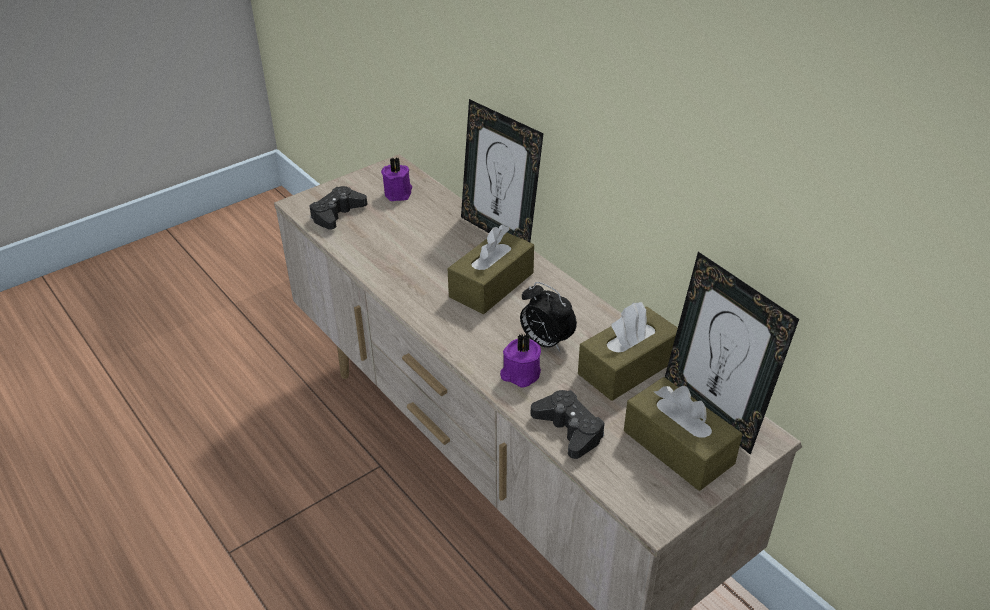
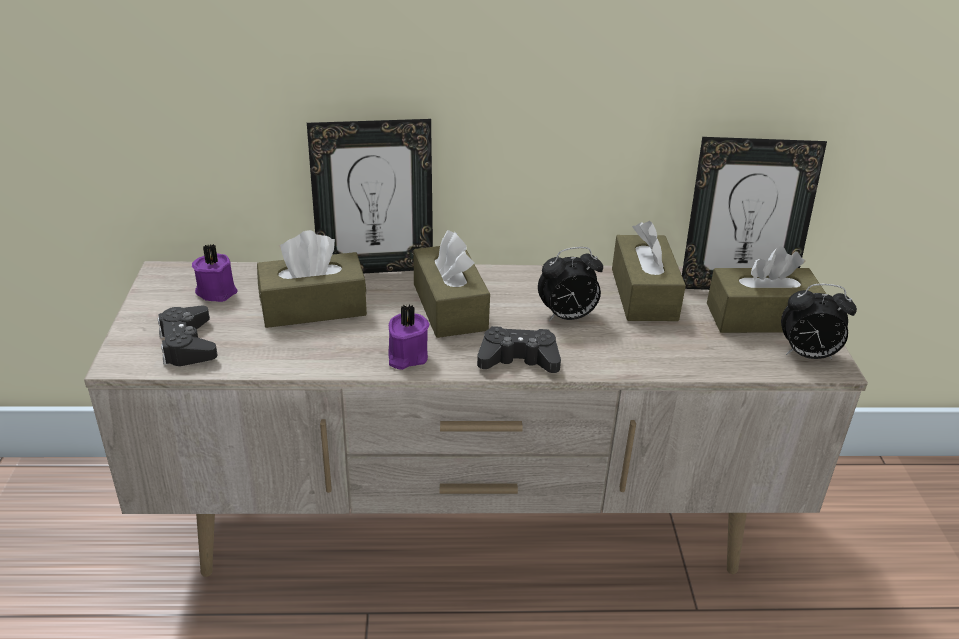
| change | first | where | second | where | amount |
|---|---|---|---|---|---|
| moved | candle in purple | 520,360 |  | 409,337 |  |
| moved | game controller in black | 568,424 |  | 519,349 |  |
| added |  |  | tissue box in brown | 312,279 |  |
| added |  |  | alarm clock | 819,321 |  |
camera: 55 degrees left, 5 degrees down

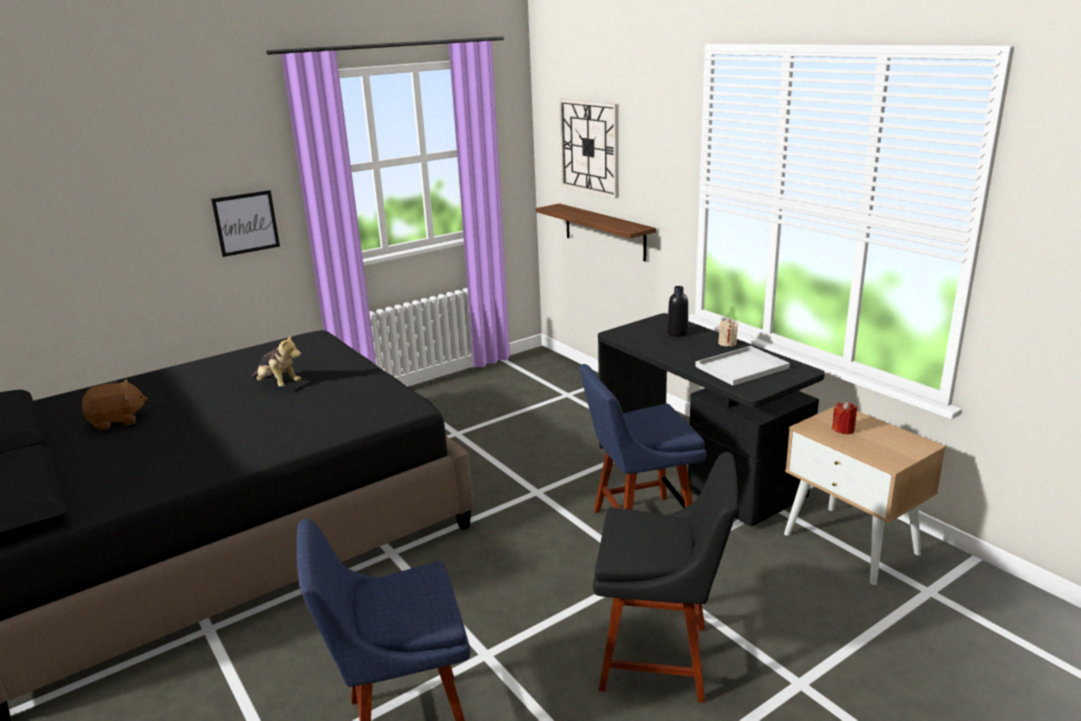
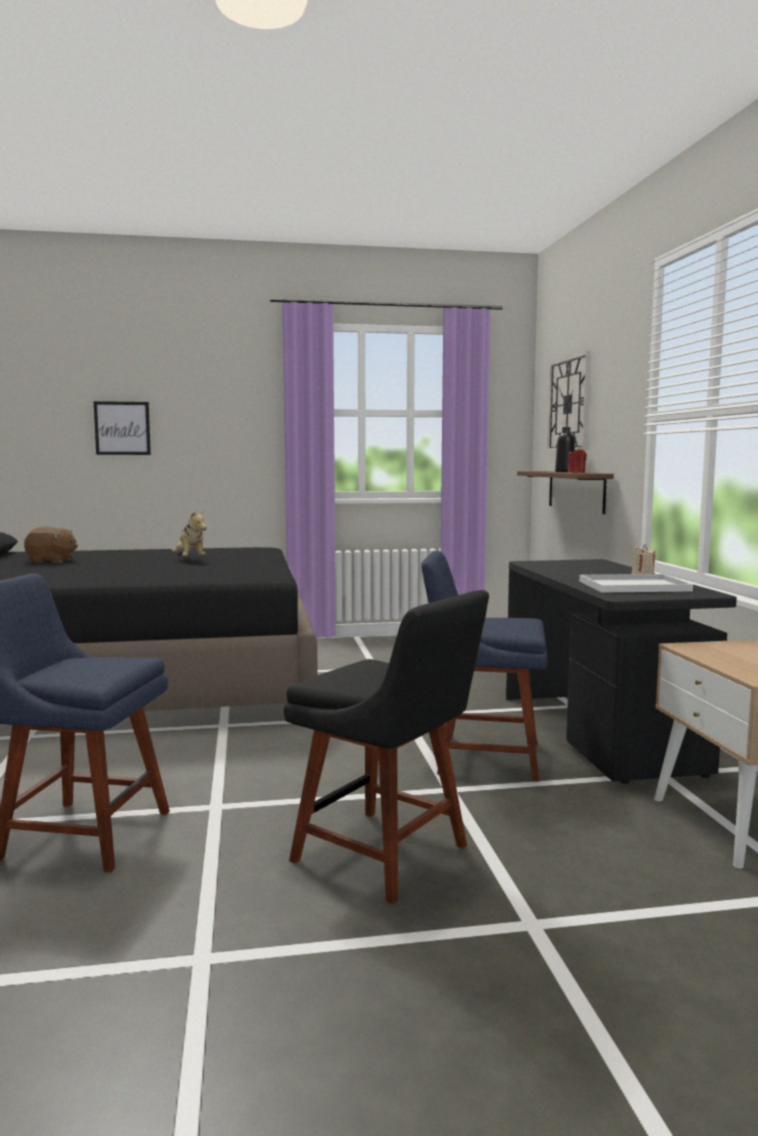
| change | first | where | second | where | amount |
|---|---|---|---|---|---|
| moved | picture | 245,223 |  | 122,428 |  |
| moved | bottle in black | 677,311 |  | 565,449 |  |
| moved | candle in red | 844,418 |  | 577,460 |  |
camera: 25 degrees right, 15 degrees down

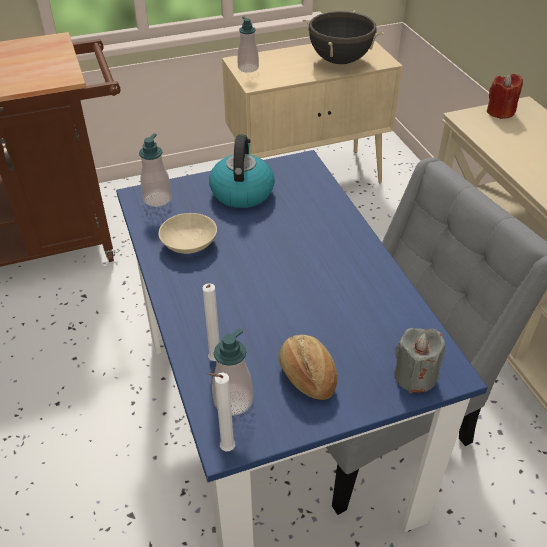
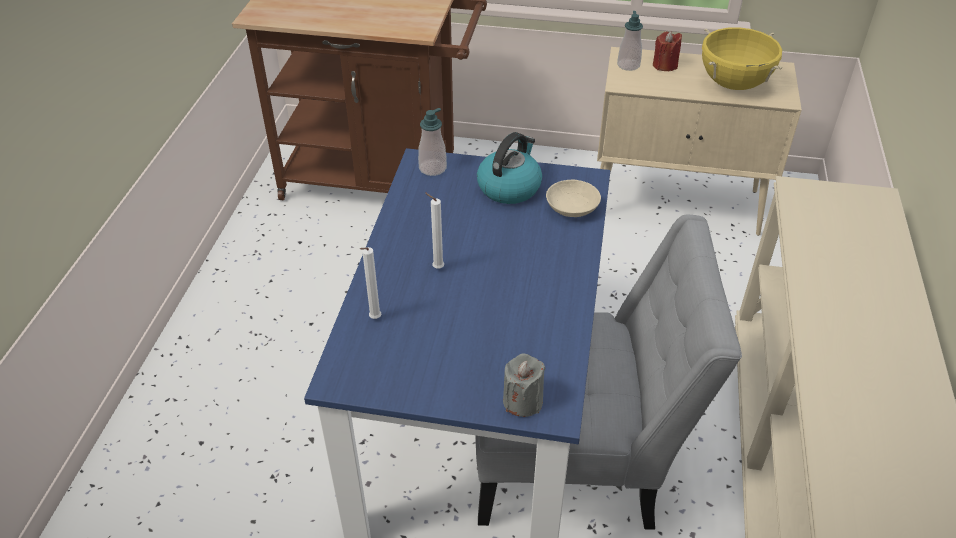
| change | first | where | second | where | amount |
|---|---|---|---|---|---|
| moved | bowl in beige | 188,233 |  | 573,198 |  |
| moved | candle in white | 221,412 |  | 434,230 |  |
| removed | soap dispenser | 232,372 |  |  |  |
| removed | bread | 308,367 |  |  |  |
| recoloured | cooking pot in black | 343,37 | cooking pot in yellow | 742,58 |  |
| moved | candle in red | 505,96 |  | 667,51 |  |
camera: 30 degrees right, 0 degrees up

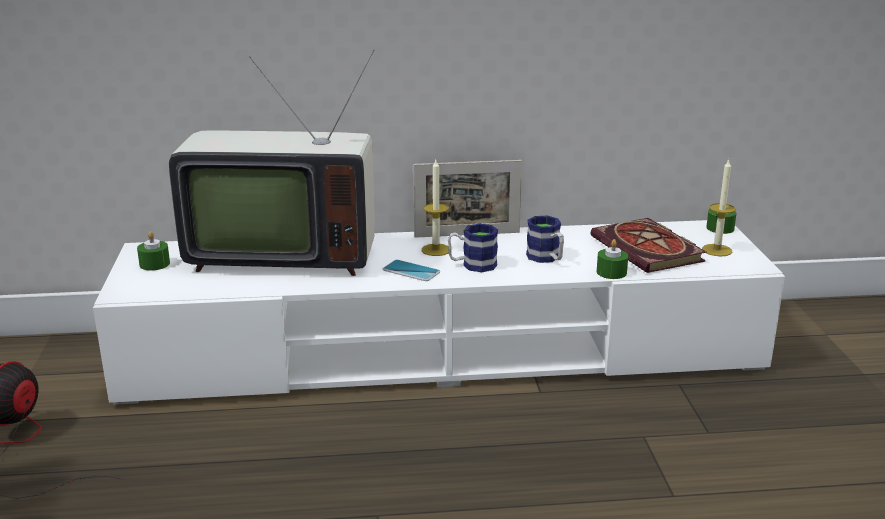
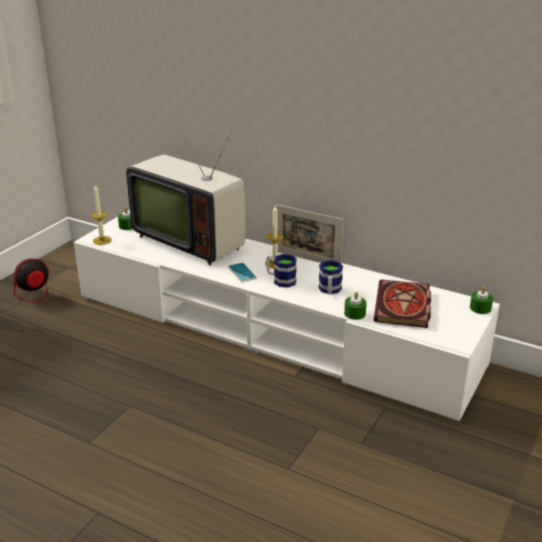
| change | first | where | second | where | amount |
|---|---|---|---|---|---|
| moved | candle | 719,207 |  | 101,215 |  |
camera: 35 degrees right, 5 degrees up

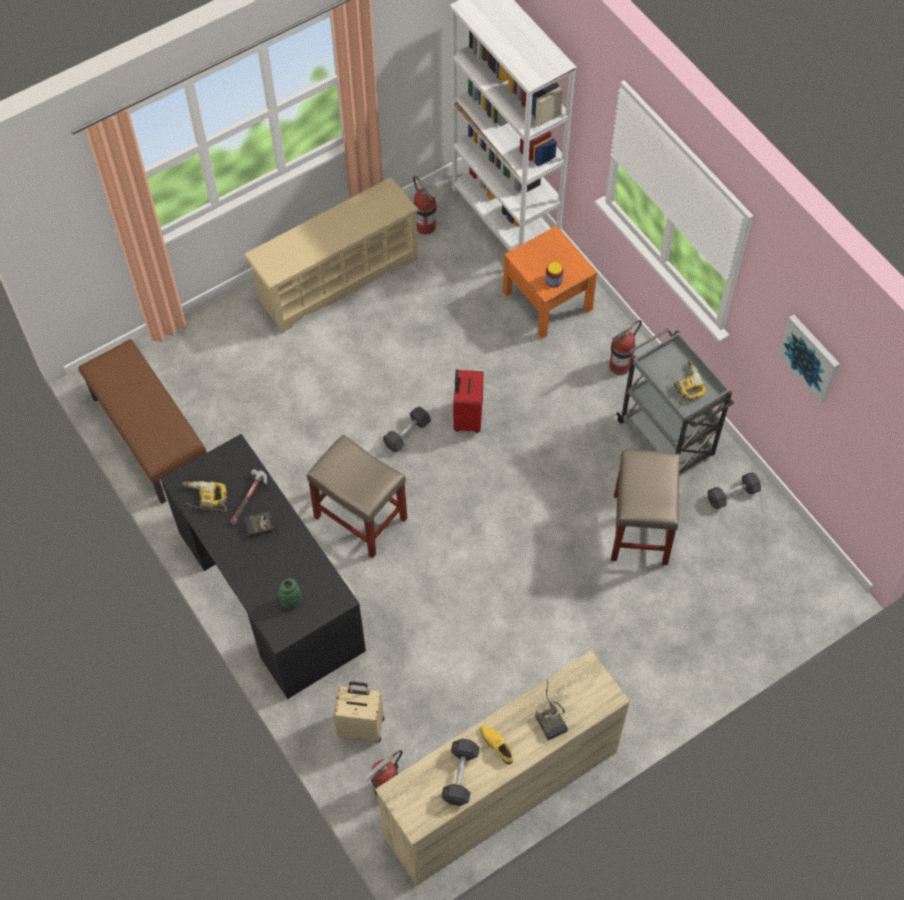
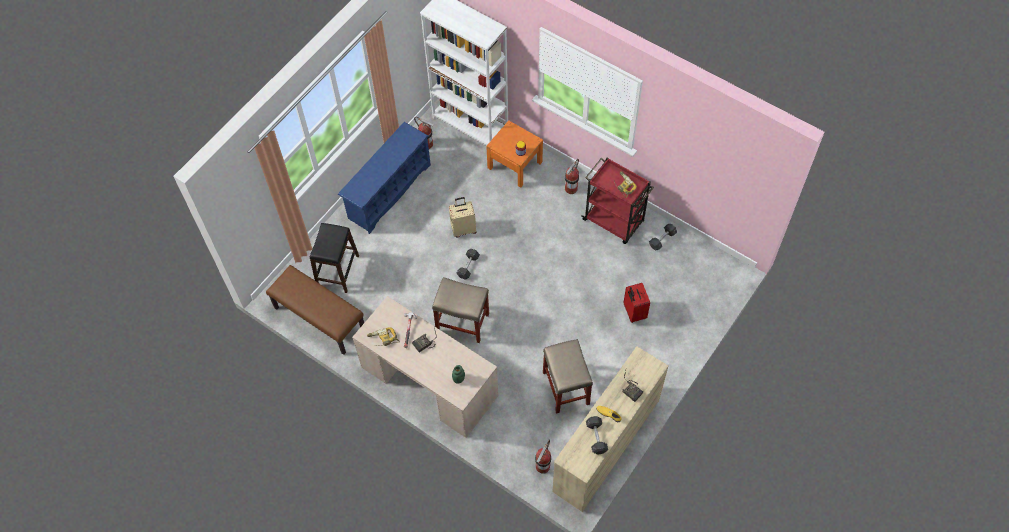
| change | first | where | second | where | amount |
|---|---|---|---|---|---|
| recoloured | desk in black | 263,566 | desk in beige | 425,367 |  |
| recoloured | shoe rack in beige | 331,255 | shoe rack in blue | 384,178 |  |
| moved | suitcase in beige | 358,712 |  | 463,217 |  |
| moved | suitcase in red | 468,401 |  | 636,303 |  |
| moved | stool in beige | 645,507 |  | 568,376 |  |
| recoloured | cart in grey | 675,401 | cart in red | 617,200 |  |
| removed | picture | 808,359 |  |  |  |
| added |  |  | stool in black | 334,258 |  |
camera: 20 degrees left, 0 degrees up

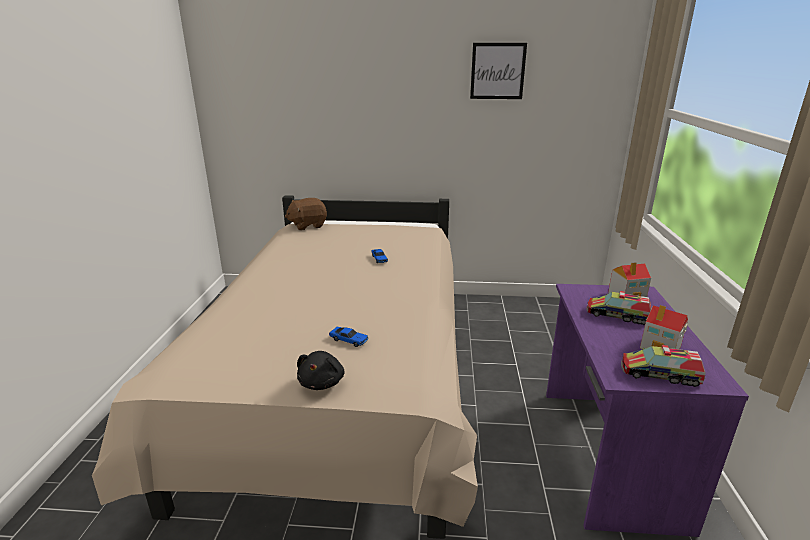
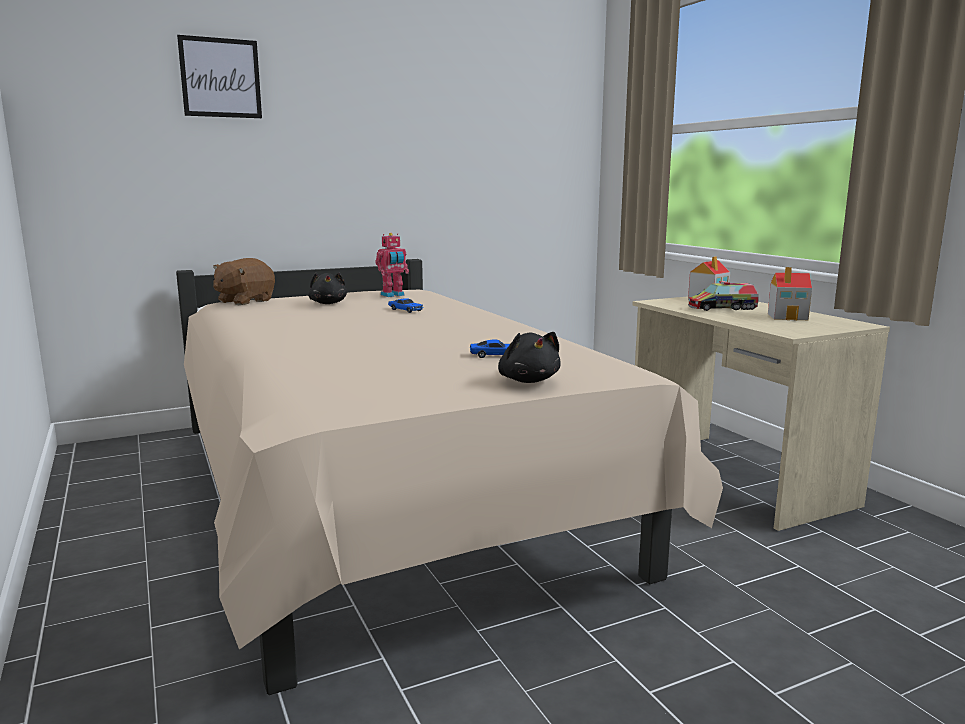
| change | first | where | second | where | amount |
|---|---|---|---|---|---|
| moved | picture | 498,71 |  | 219,76 |  |
| recoloured | desk in purple | 647,410 | desk in beige | 761,413 |  |
| removed | toy truck | 663,366 |  |  |  |
| added |  |  | plush toy in black | 327,288 |  |
| added |  |  | toy robot | 392,265 |  |
camera: 30 degrees left, 10 degrees down

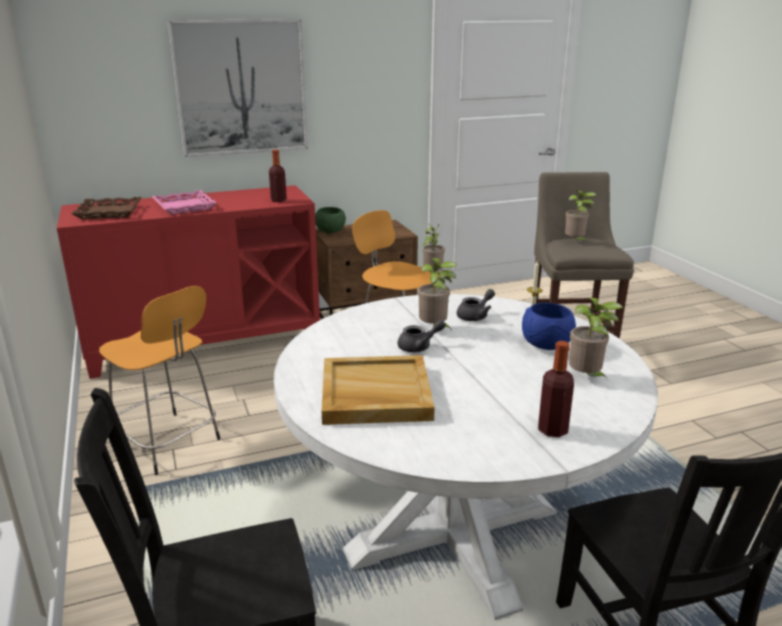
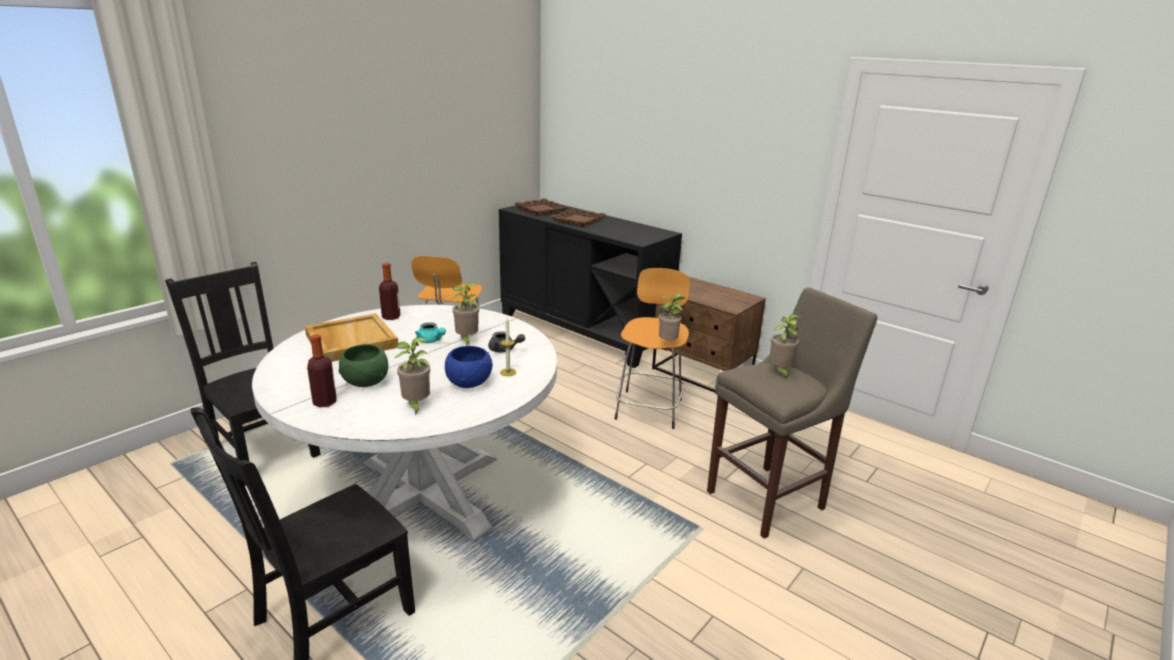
| change | first | where | second | where | amount |
|---|---|---|---|---|---|
| recoloured | cabinet in red | 188,282 | cabinet in black | 590,284 |  |
| recoloured | tray in pink | 185,202 | tray in brown | 578,217 |  |
| removed | picture | 238,88 |  |  |  |
| moved | bottle | 278,175 |  | 389,291 |  |
| moved | bowl in green | 330,220 |  | 363,365 |  |
| recoloured | teapot in grey | 422,336 | teapot in turquoise | 430,332 |  |
camera: 60 degrees right, 0 degrees up

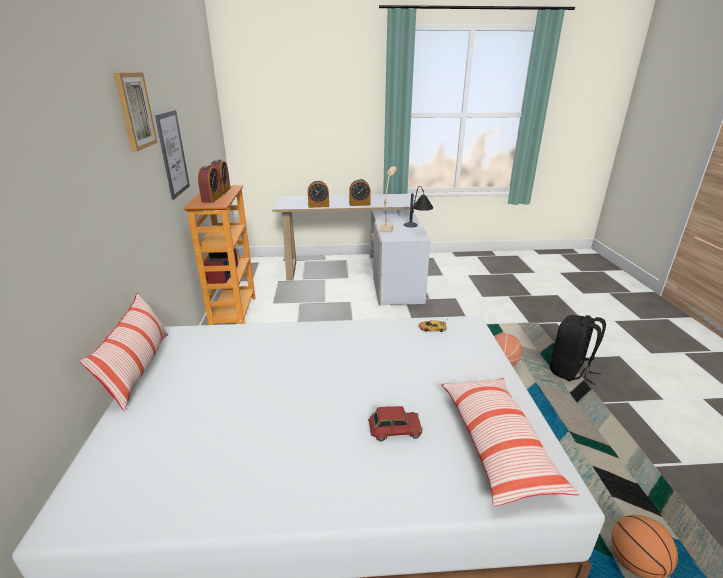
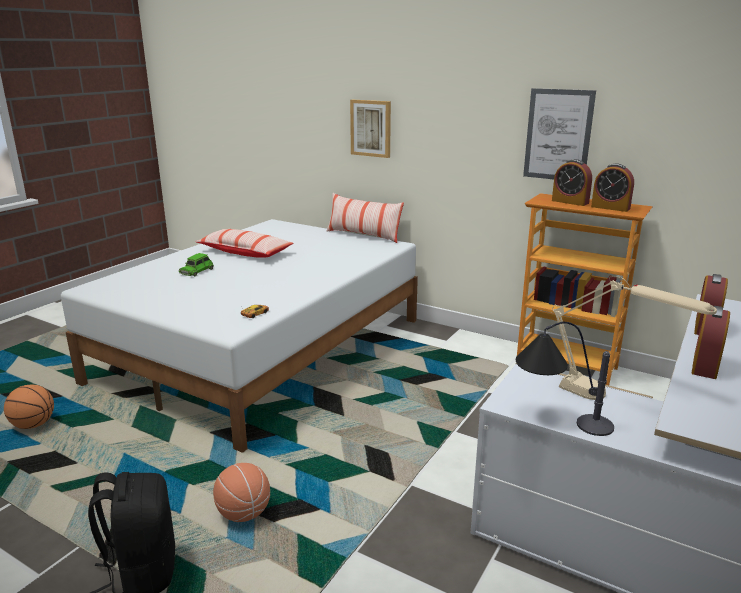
| change | first | where | second | where | amount |
|---|---|---|---|---|---|
| moved | picture | 135,112 |  | 370,129 |  |
| recoloured | toy car in red | 395,423 | toy car in green | 196,264 |  |
| moved | pillow | 510,442 |  | 244,243 |  |
camera: 125 degrees right, 5 degrees down

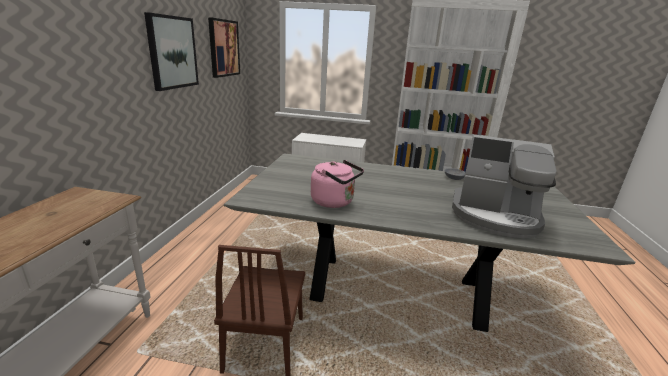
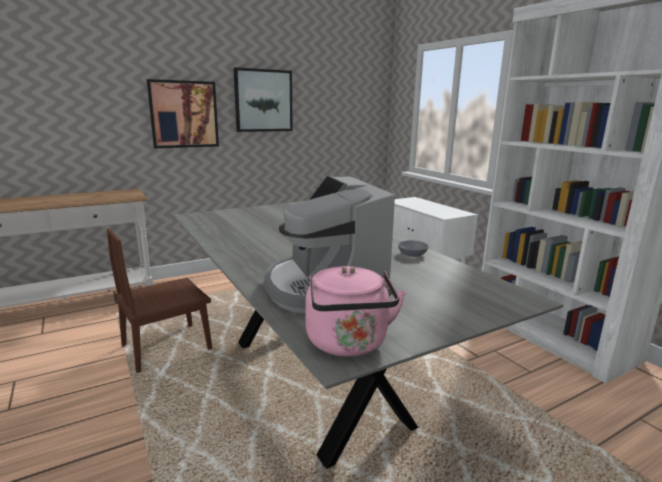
| change | first | where | second | where | amount |
|---|---|---|---|---|---|
| moved | picture | 224,47 |  | 182,113 |  |
| moved | kettle in pink | 337,184 |  | 356,311 |  |
camera: 50 degrees right, 5 degrees down

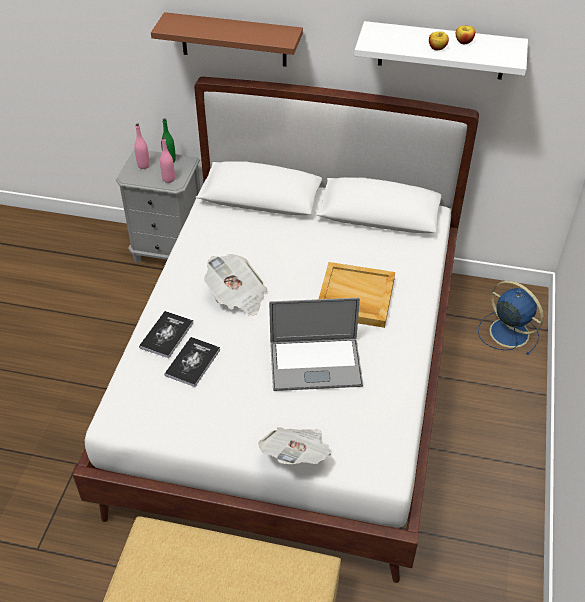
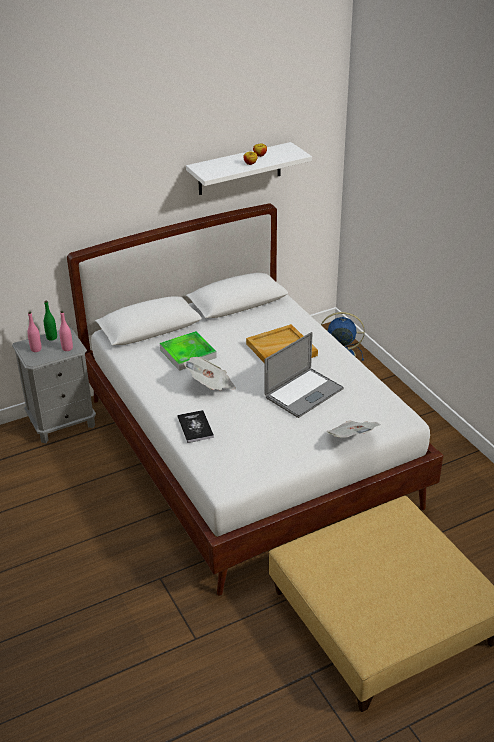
| change | first | where | second | where | amount |
|---|---|---|---|---|---|
| removed | shelf in brown | 227,39 |  |  |  |
| removed | book | 192,362 |  |  |  |
| added |  |  | tray | 188,351 |  |
camera: 40 degrees left, 10 degrees down

